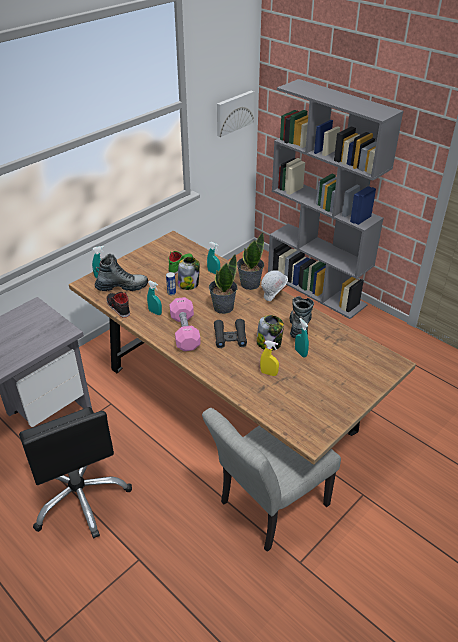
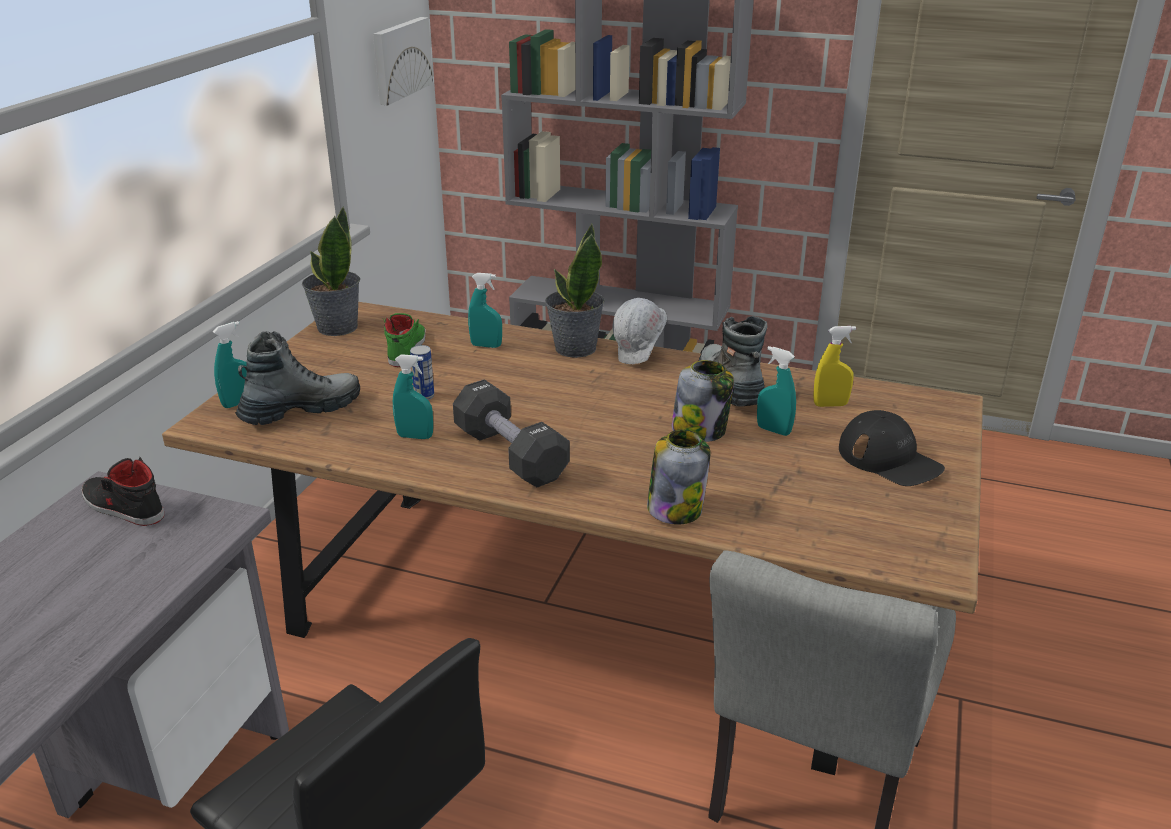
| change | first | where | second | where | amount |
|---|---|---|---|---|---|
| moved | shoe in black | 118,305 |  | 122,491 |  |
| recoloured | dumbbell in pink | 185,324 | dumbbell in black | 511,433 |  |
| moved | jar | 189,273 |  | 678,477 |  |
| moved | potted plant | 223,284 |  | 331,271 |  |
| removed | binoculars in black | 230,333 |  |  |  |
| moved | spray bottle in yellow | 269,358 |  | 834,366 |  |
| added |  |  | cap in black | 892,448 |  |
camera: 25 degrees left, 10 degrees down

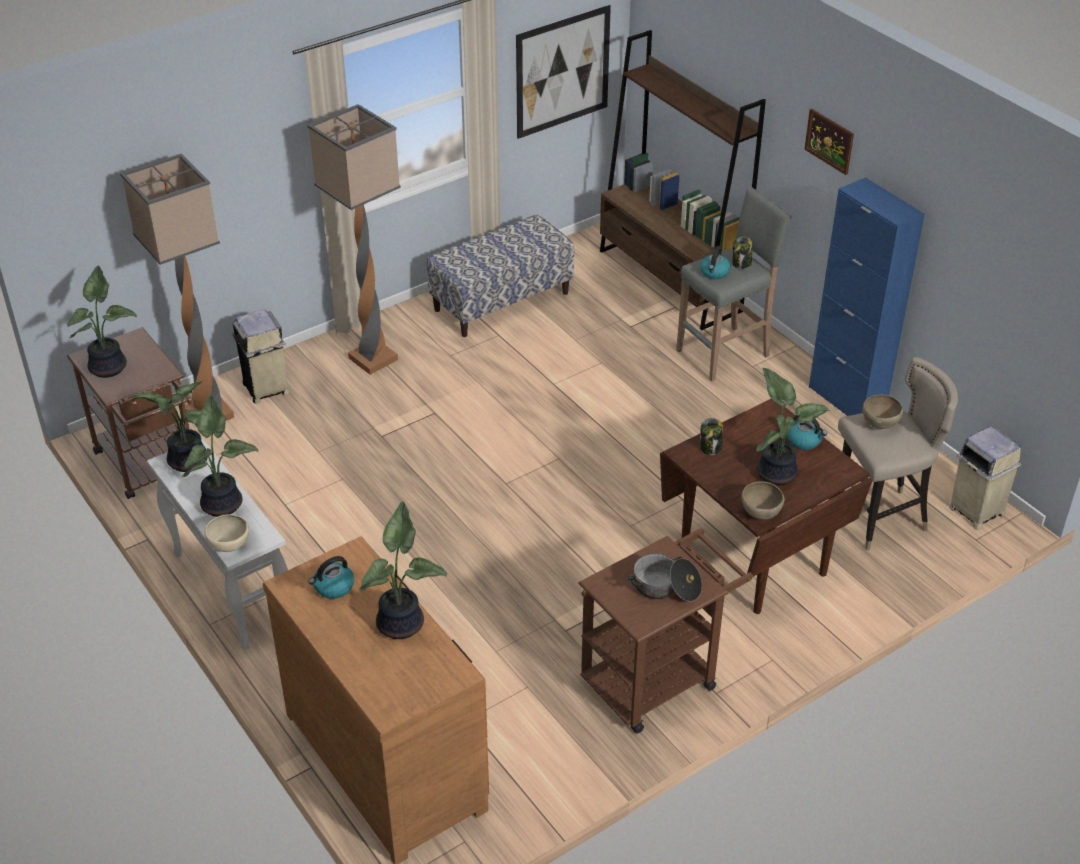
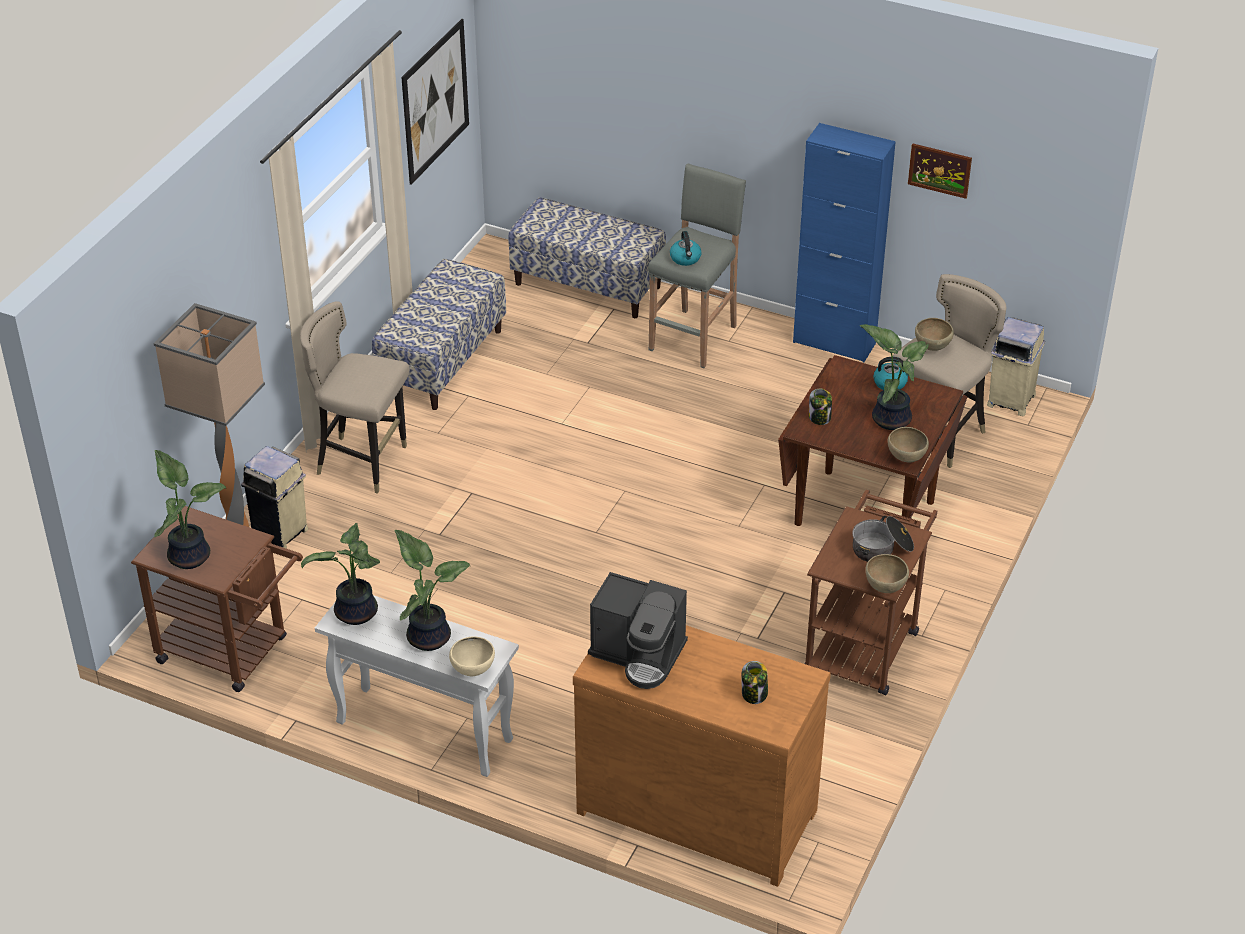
| change | first | where | second | where | amount |
|---|---|---|---|---|---|
| replaced | floor lamp | 354,239 | stool in beige | 355,397 |  |
| replaced | kettle | 331,577 | coffee machine | 638,630 |  |
| removed | potted plant | 403,570 |  |  |  |
| replaced | bookcase in brown | 683,180 | bench | 587,257 |  |
| moved | jar | 742,252 |  | 754,682 |  |
| moved | picture | 829,142 |  | 940,171 |  |
| added |  |  | bowl in brown | 887,573 |  |
camera: 30 degrees left, 0 degrees up

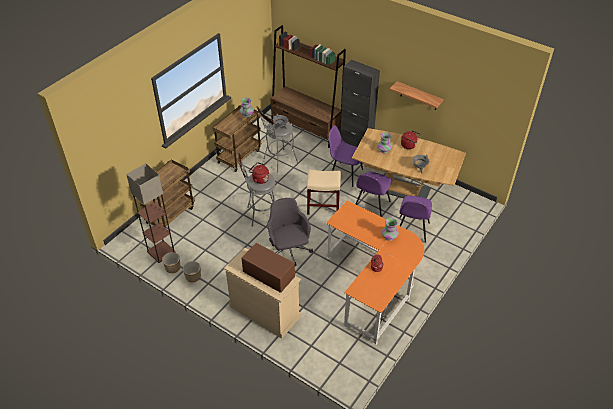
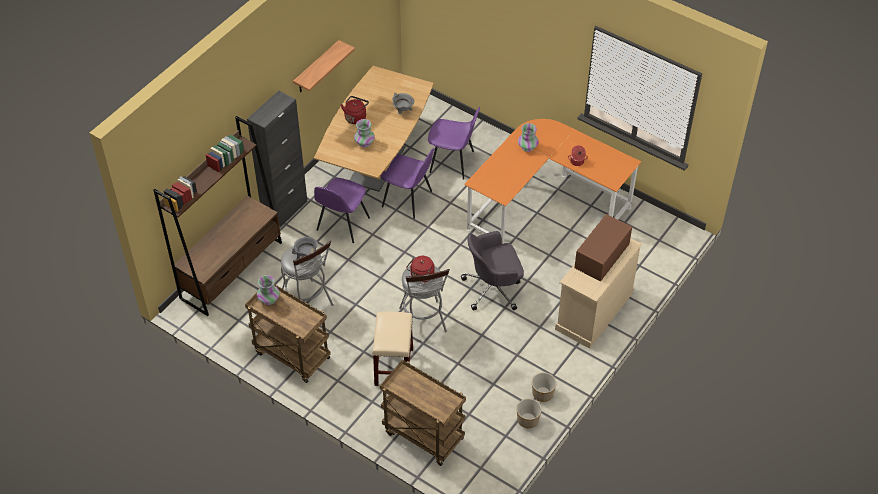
| change | first | where | second | where | amount |
|---|---|---|---|---|---|
| removed | floor lamp | 150,213 |  |  |  |
| moved | stool in beige | 324,192 |  | 392,348 |  |
camera: 90 degrees left, 5 degrees up

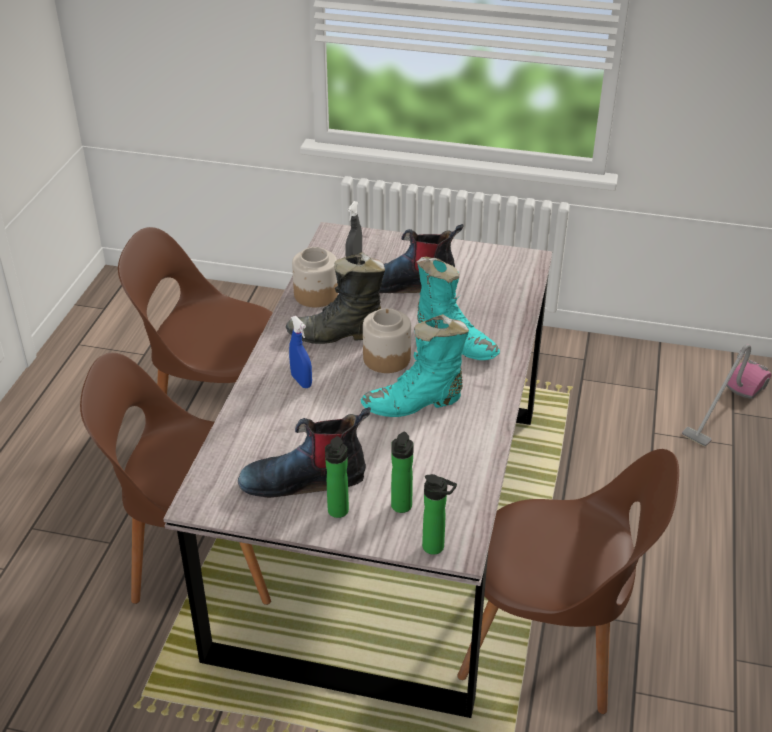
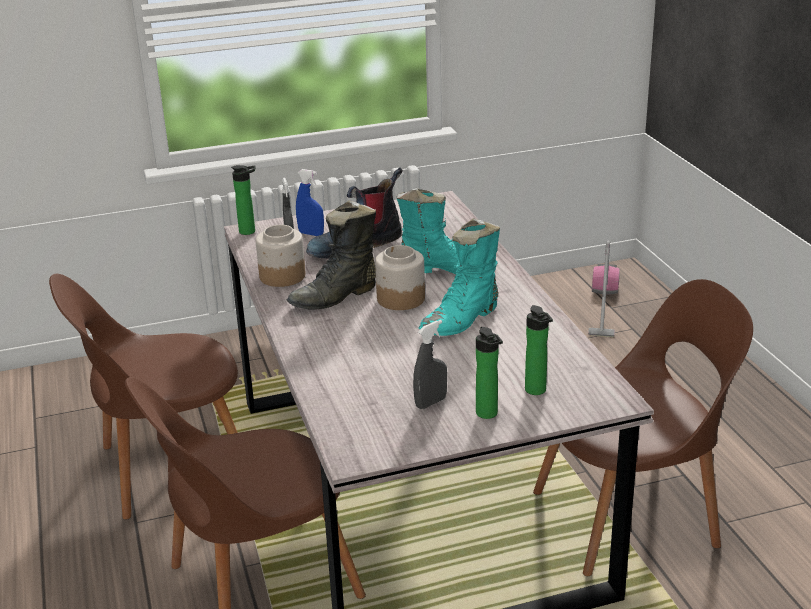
| change | first | where | second | where | amount |
|---|---|---|---|---|---|
| replaced | boot | 304,452 | spray bottle in grey | 430,364 |  |
| moved | spray bottle in blue | 300,352 |  | 310,202 |  |
| moved | bottle | 439,514 |  | 243,200 |  |
camera: 30 degrees left, 10 degrees down

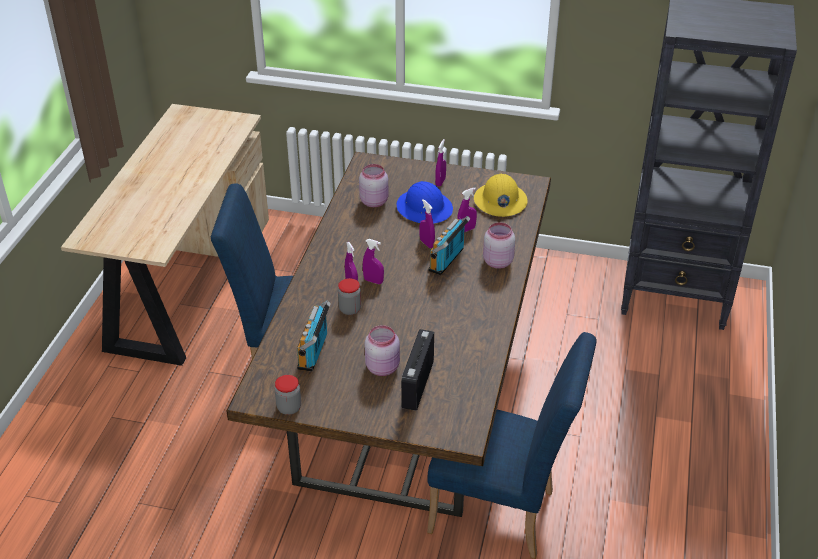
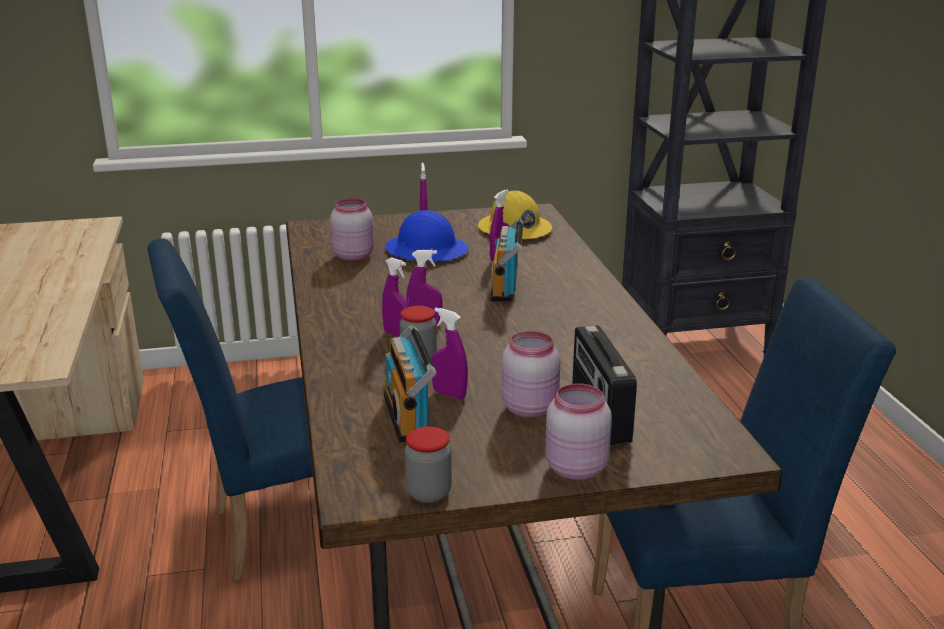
| change | first | where | second | where | amount |
|---|---|---|---|---|---|
| moved | spray bottle in purple | 427,223 |  | 449,353 |  |
| moved | jar in pink | 499,245 |  | 578,431 |  |
camera: 25 degrees left, 15 degrees down

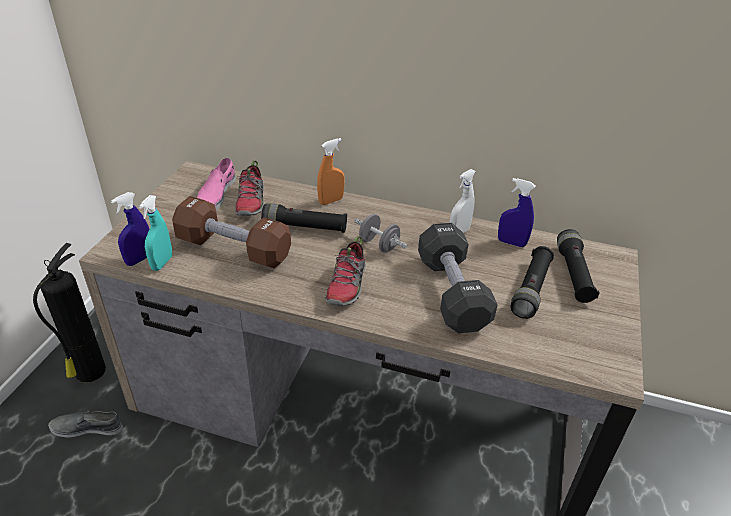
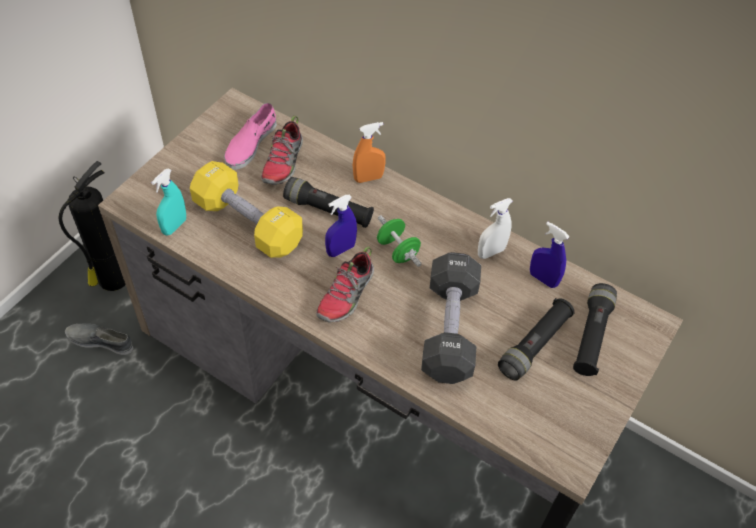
| change | first | where | second | where | amount |
|---|---|---|---|---|---|
| moved | spray bottle in blue | 130,229 |  | 341,226 |  |
| recoloured | dumbbell in brown | 231,232 | dumbbell in yellow | 246,209 |  |
| recoloured | dumbbell in grey | 381,233 | dumbbell in green | 399,241 |  |
camera: 15 degrees right, 15 degrees up

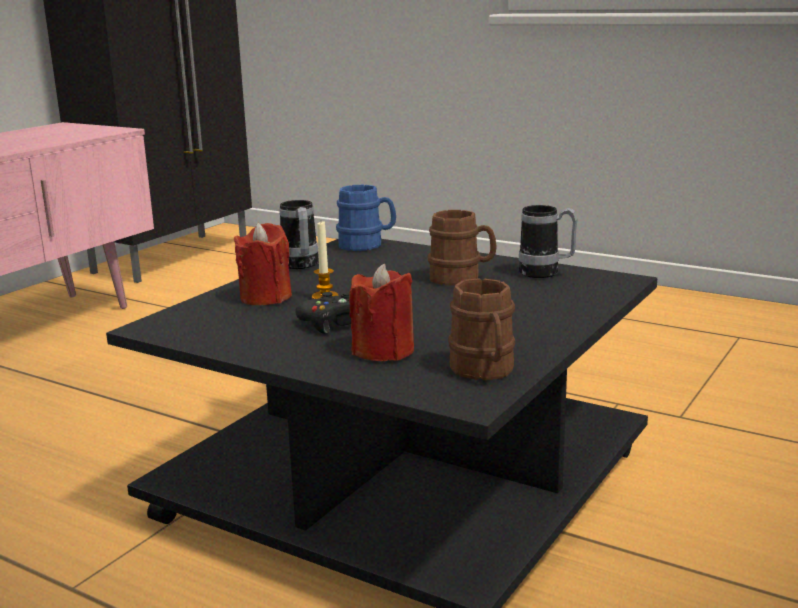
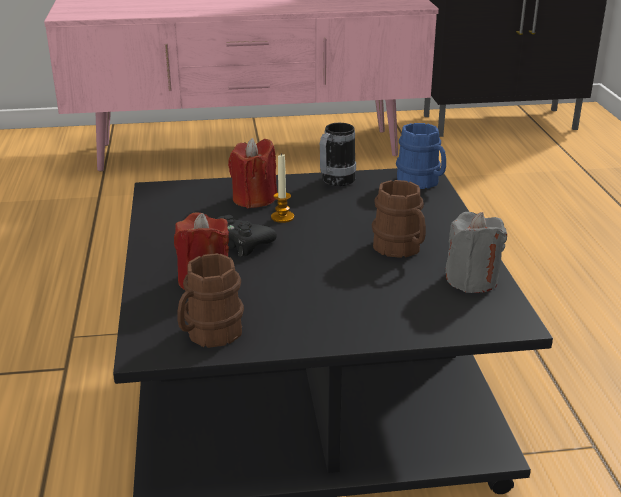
| change | first | where | second | where | amount |
|---|---|---|---|---|---|
| replaced | mug | 548,241 | candle in grey | 476,252 |  |
camera: 50 degrees right, 10 degrees up

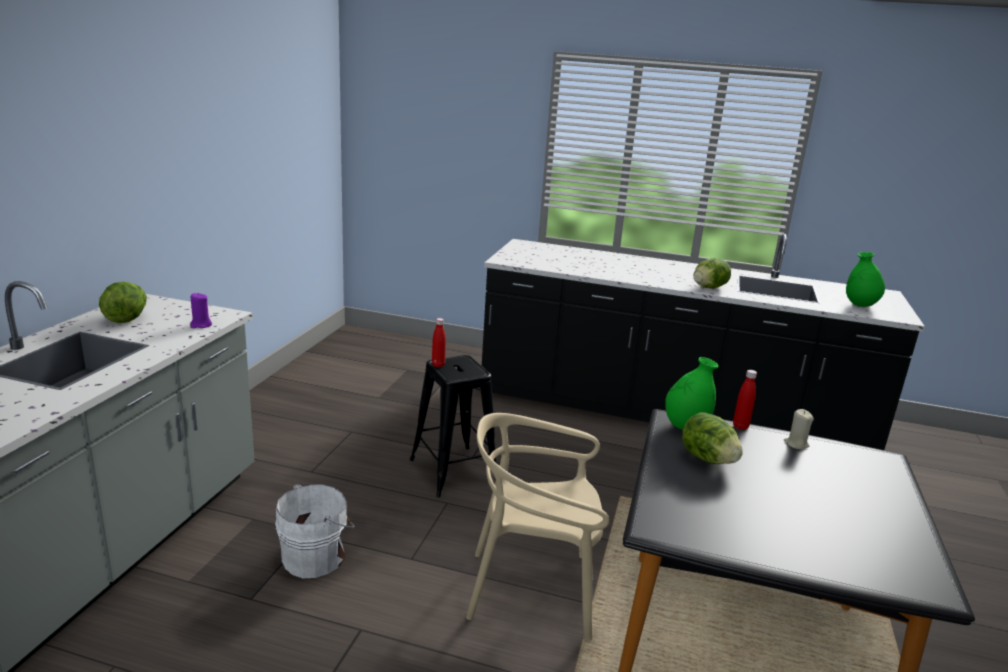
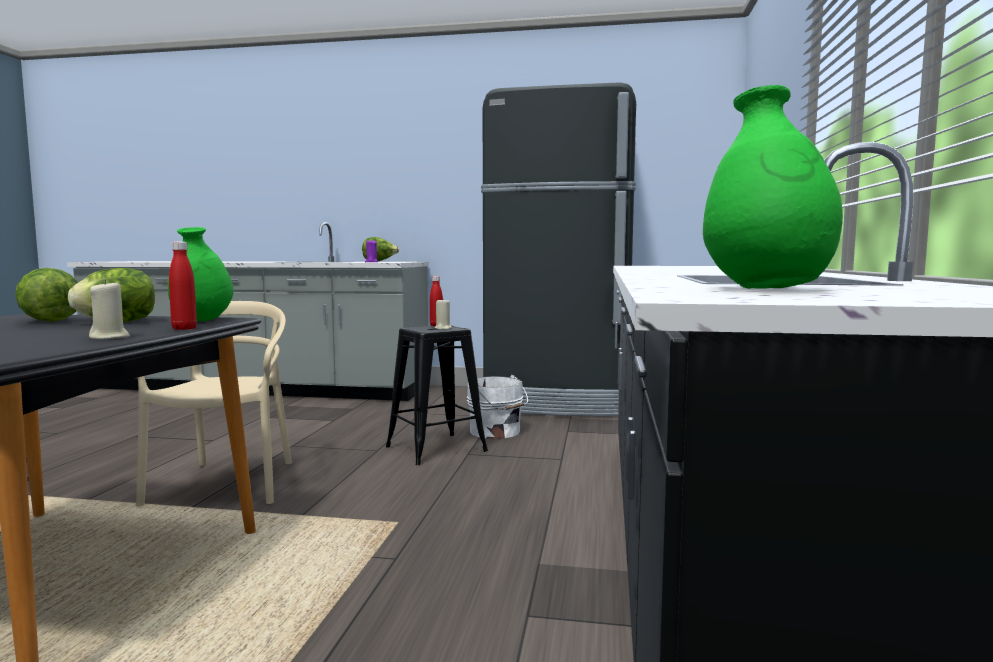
| change | first | where | second | where | amount |
|---|---|---|---|---|---|
| moved | bucket in white | 314,531 |  | 497,407 |  |
| moved | lettuce | 712,273 |  | 46,295 |  |
| added |  |  | candle in beige | 443,315 |  |
| added |  |  | fridge in black | 558,249 |  |
camera: 85 degrees right, 15 degrees down

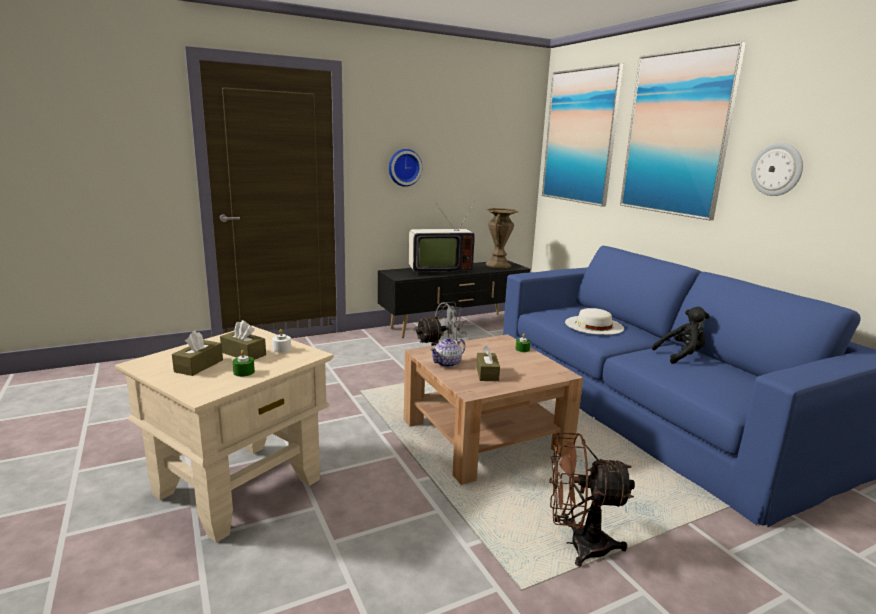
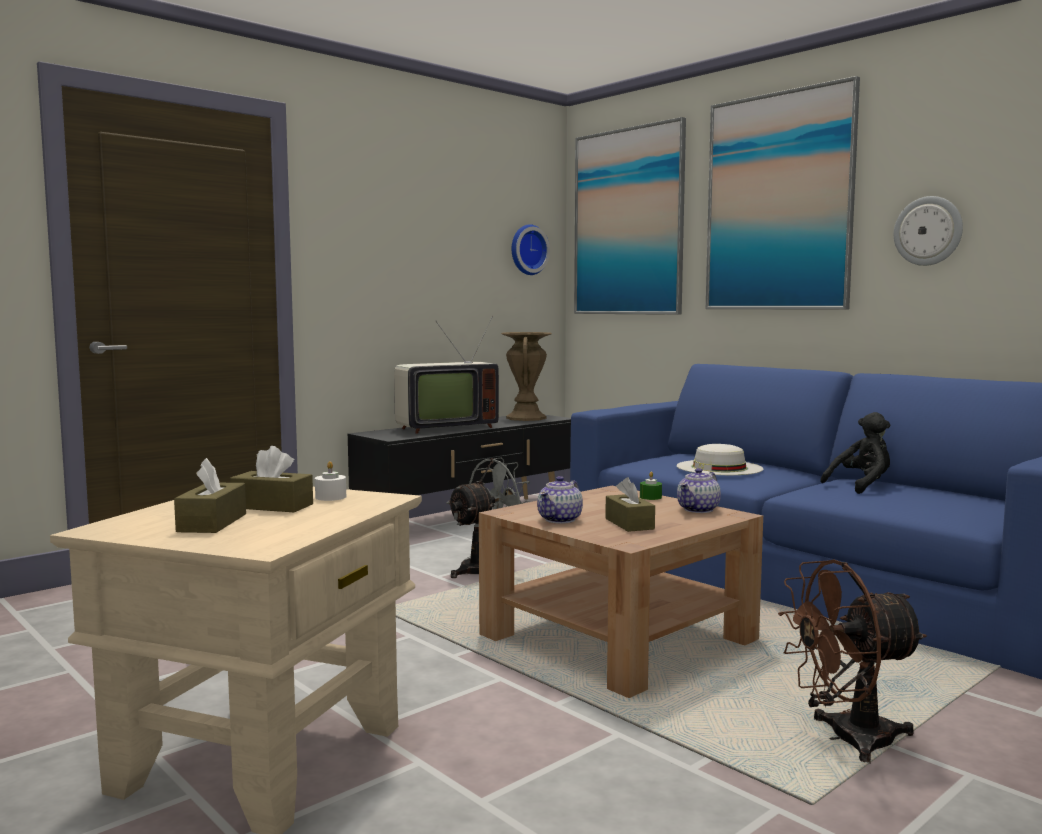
| change | first | where | second | where | amount |
|---|---|---|---|---|---|
| removed | candle in green | 244,363 |  |  |  |
| moved | wall clock | 405,168 |  | 531,249 |  |
| added |  |  | teapot | 699,490 |  |
camera: 15 degrees left, 10 degrees down

